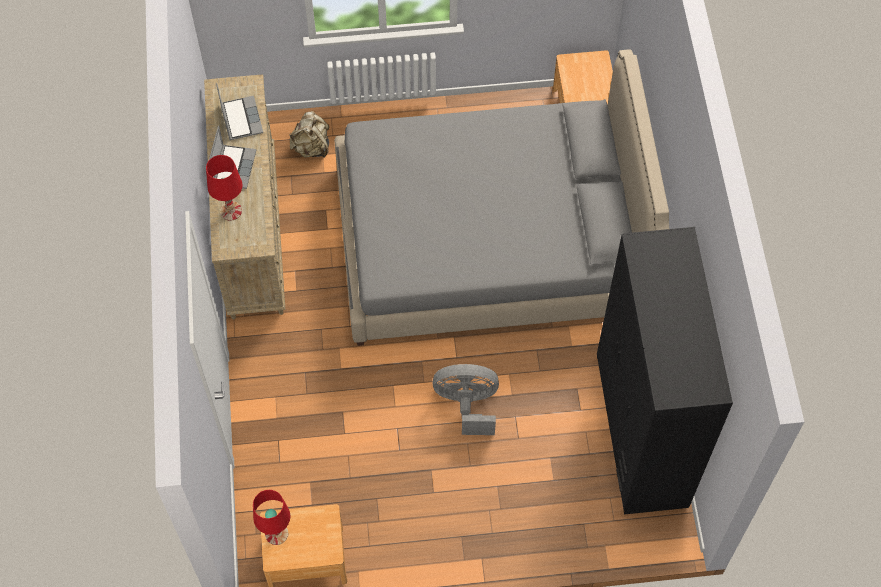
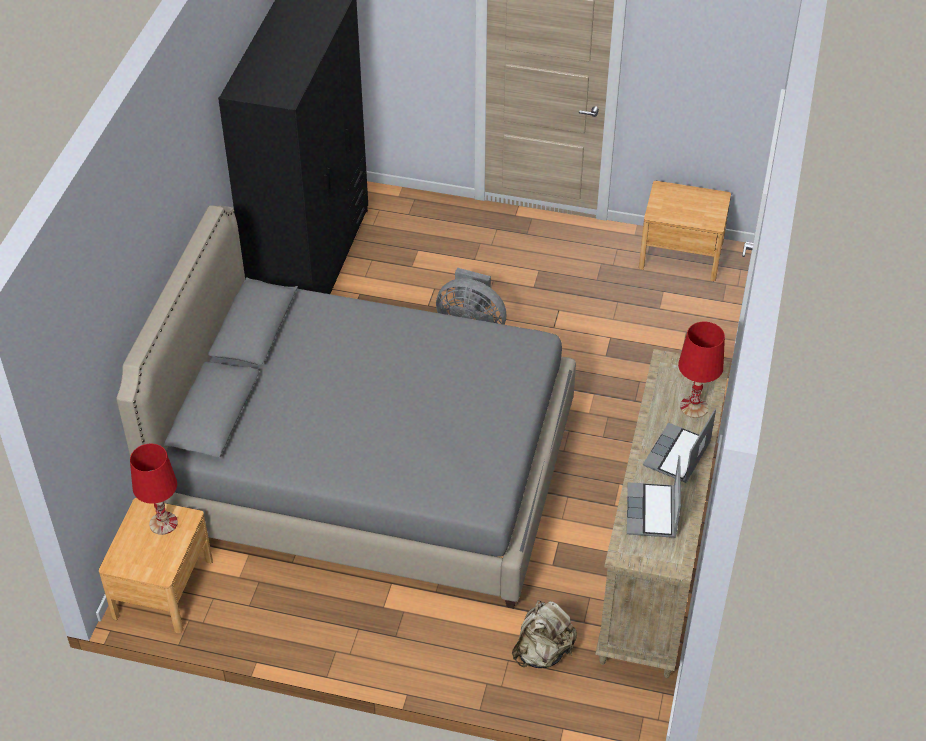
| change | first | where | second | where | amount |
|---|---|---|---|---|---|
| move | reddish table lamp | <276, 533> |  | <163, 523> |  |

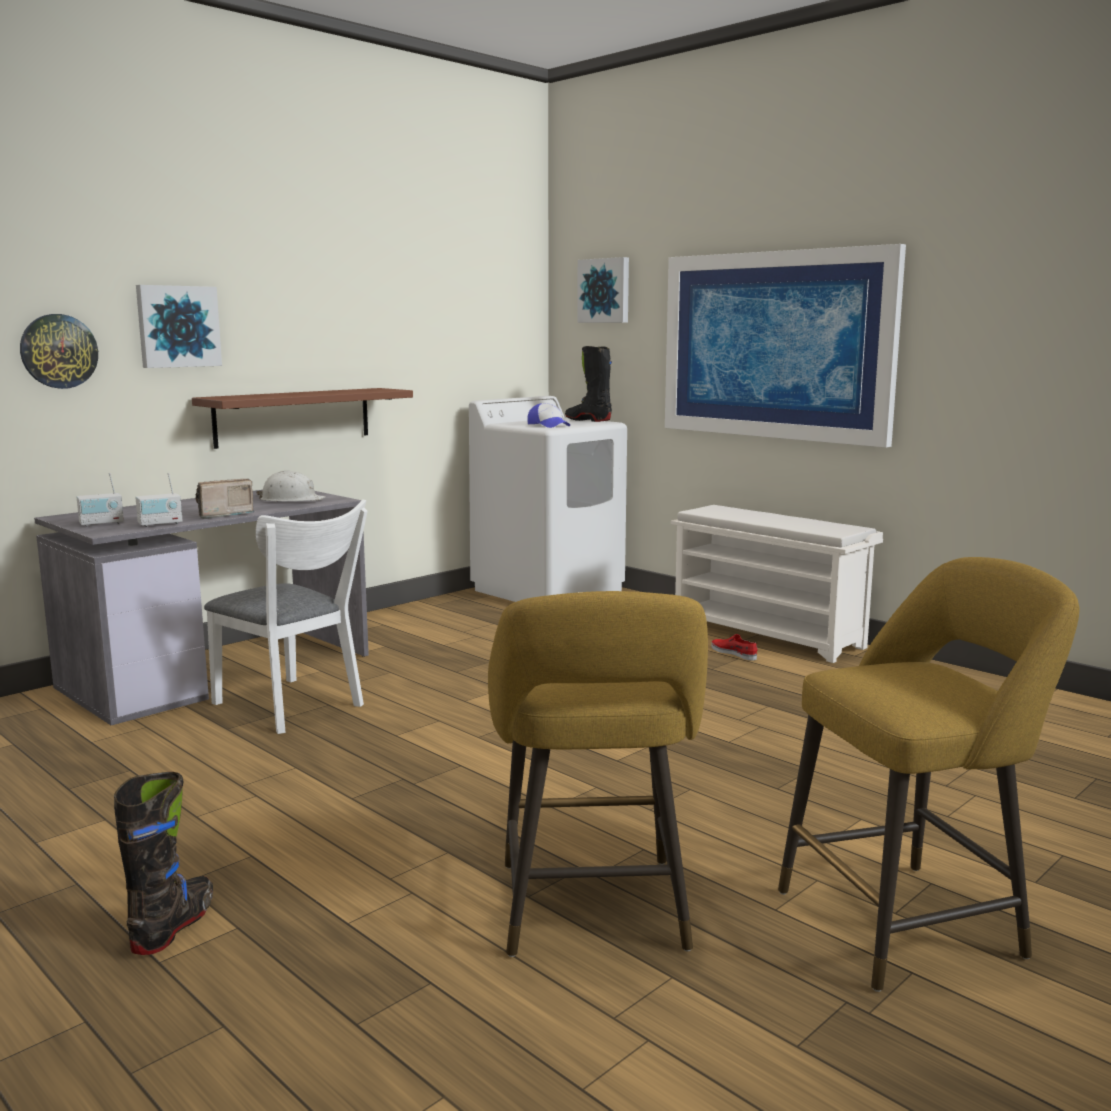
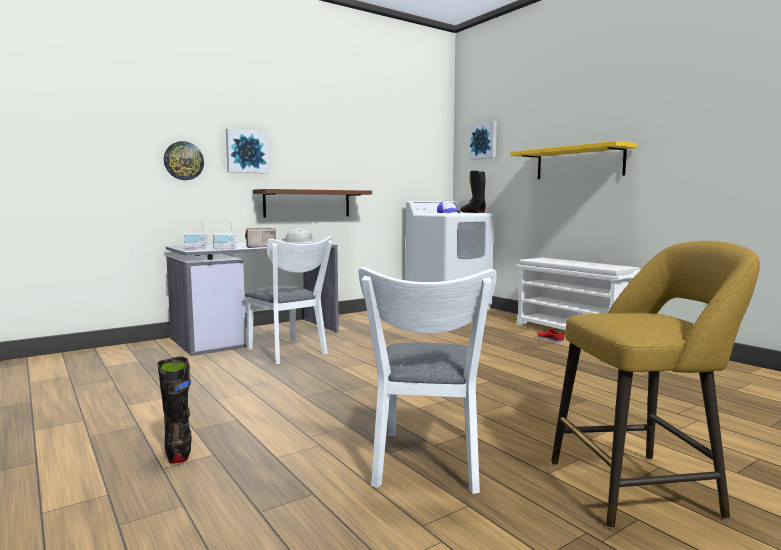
| change | first | where | second | where | amount |
|---|---|---|---|---|---|
| rotate | black high-top boot | <174, 926> |  | <179, 450> | 45 degrees counterclockwise |
| replace | yellowish stool seat | <593, 914> | white-coloured upright chair | <427, 465> |  |
| replace | picture | <775, 345> | yellowish wall shelf | <579, 163> |  |

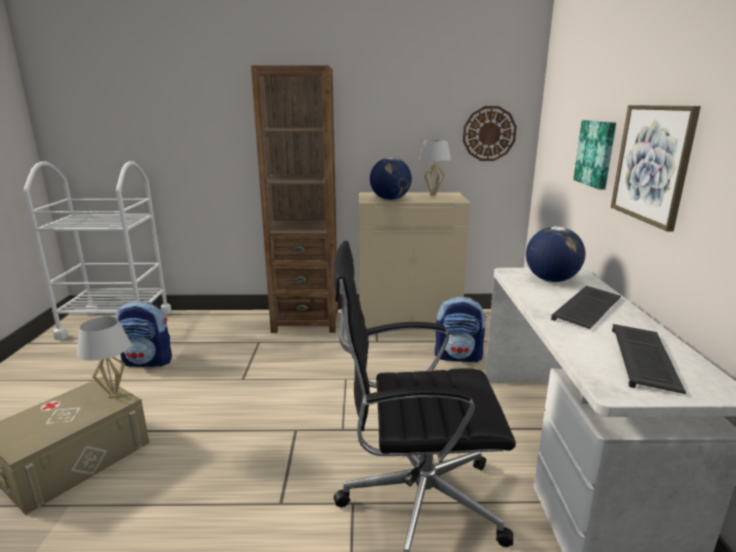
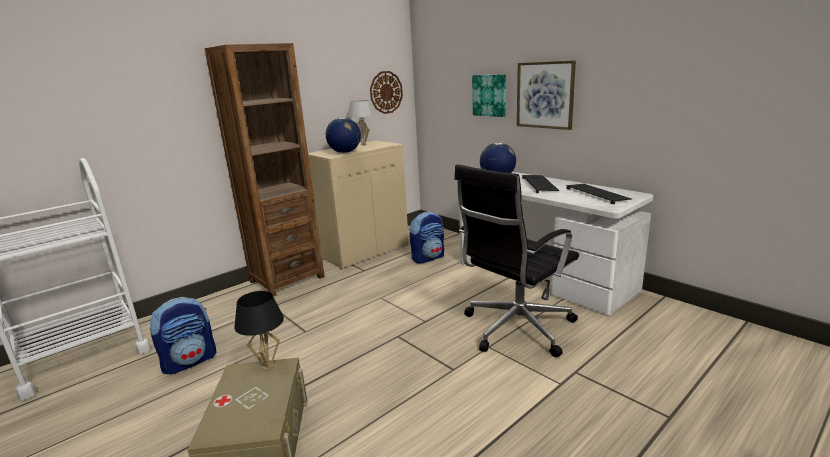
| change | first | where | second | where | amount |
|---|---|---|---|---|---|
| recolor | white-coloured table lamp | <113, 395> | black table lamp | <268, 367> |  |

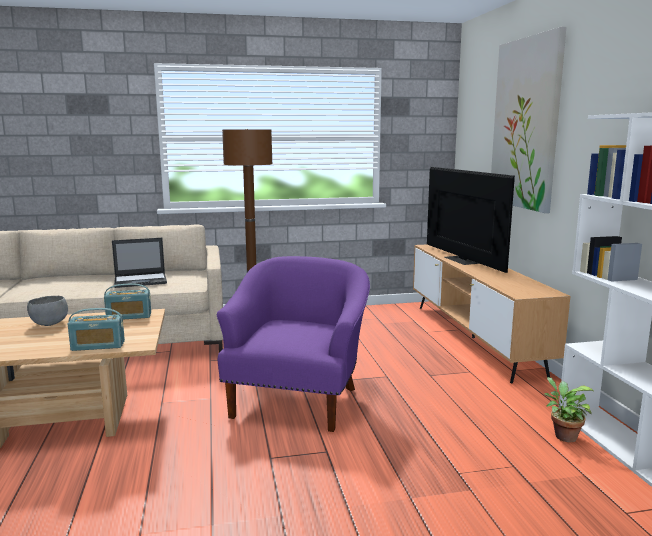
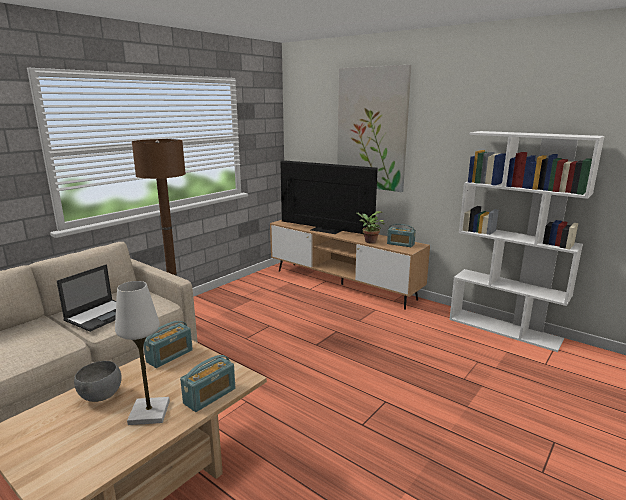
| change | first | where | second | where | amount |
|---|---|---|---|---|---|
| insert |  |  | white-coloured table lamp | <149, 412> |  |
| move | houseplant | <562, 436> |  | <369, 241> |  |
| insert |  |  | radio set | <400, 244> |  |
| delete | purple-coloured easy chair | <298, 400> |  |  |  |

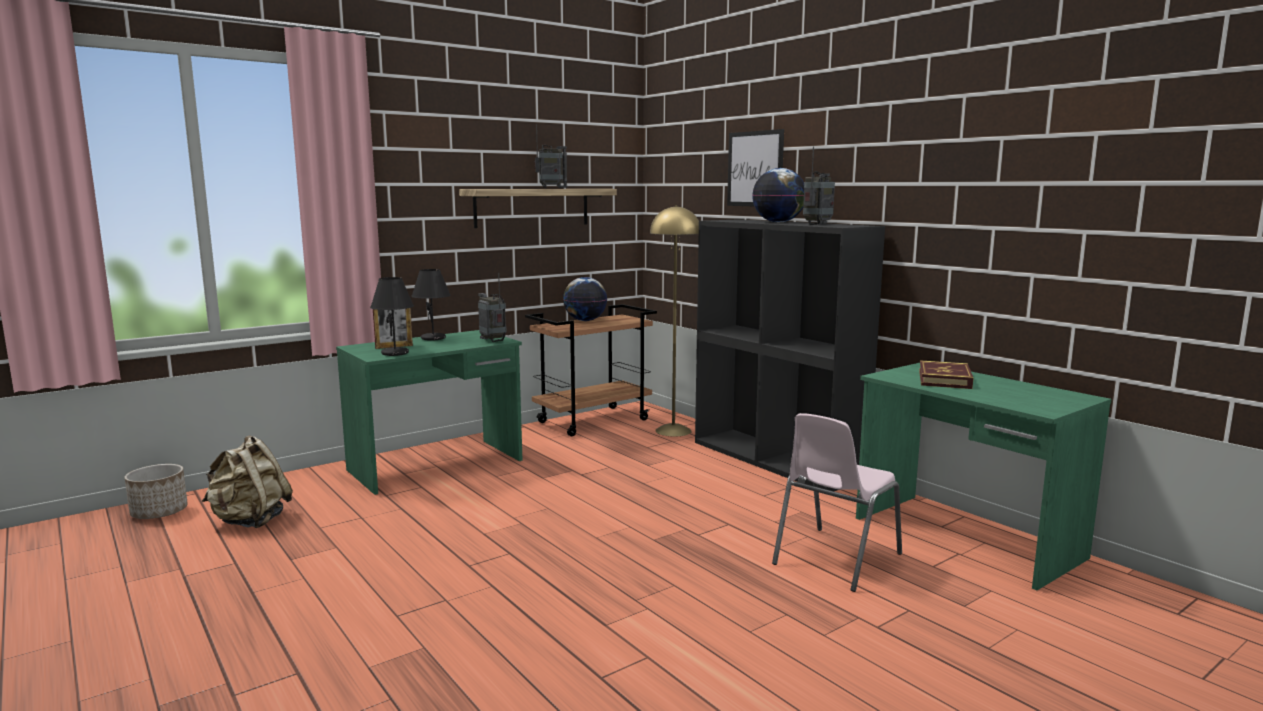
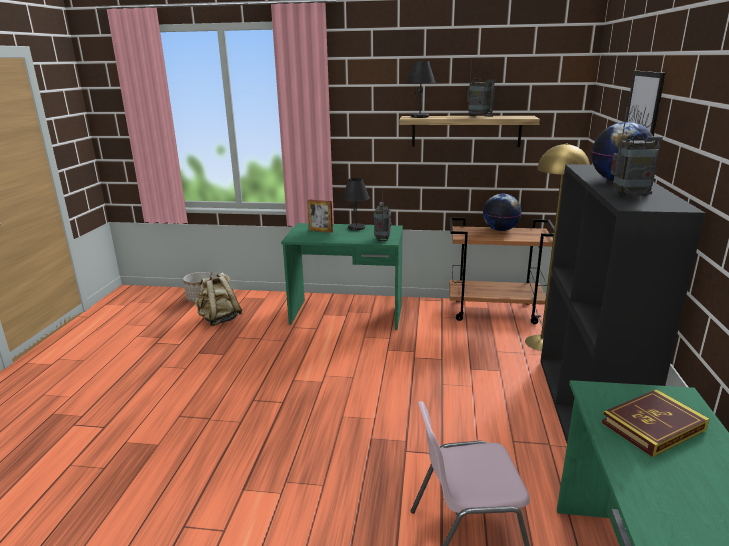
| change | first | where | second | where | amount |
|---|---|---|---|---|---|
| move | black table lamp | <395, 353> |  | <420, 117> |  |

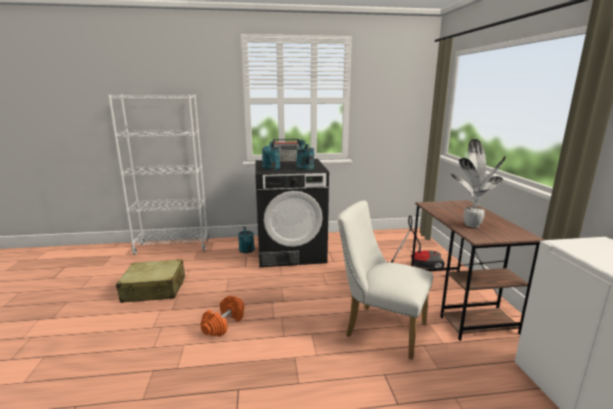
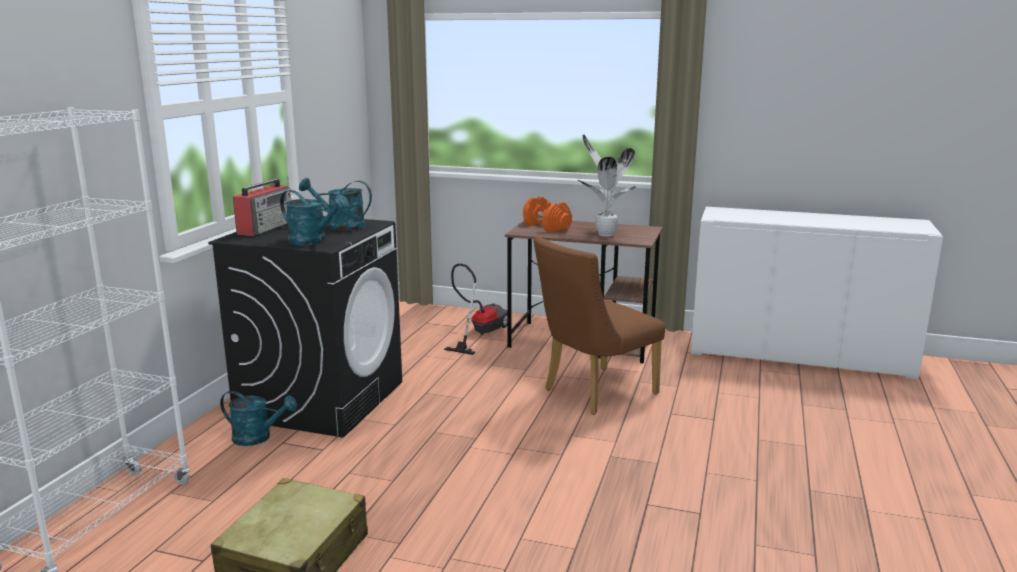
| change | first | where | second | where | amount |
|---|---|---|---|---|---|
| move | orangey free weight | <224, 324> |  | <547, 226> |  |
| recolor | white-coloured upright chair | <380, 328> | brownish upright chair | <593, 393> |  |

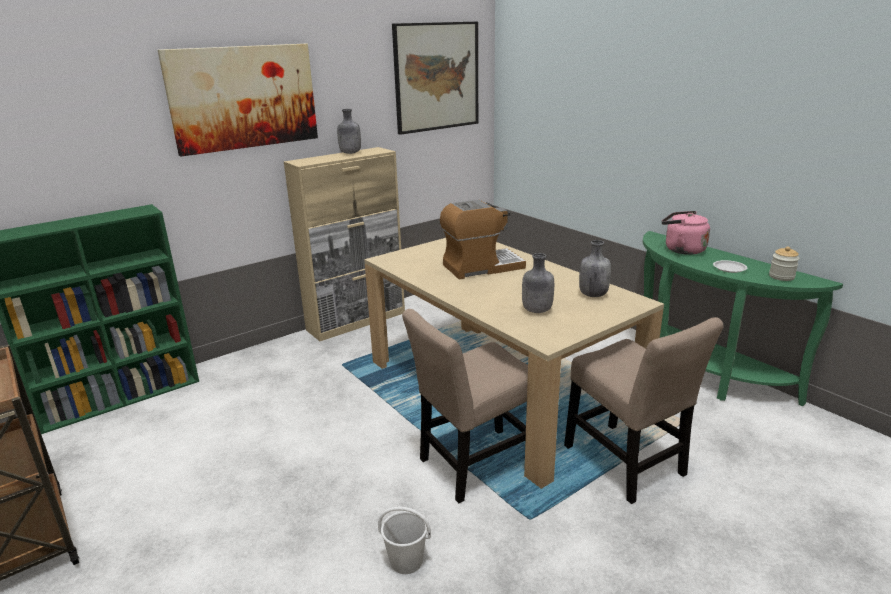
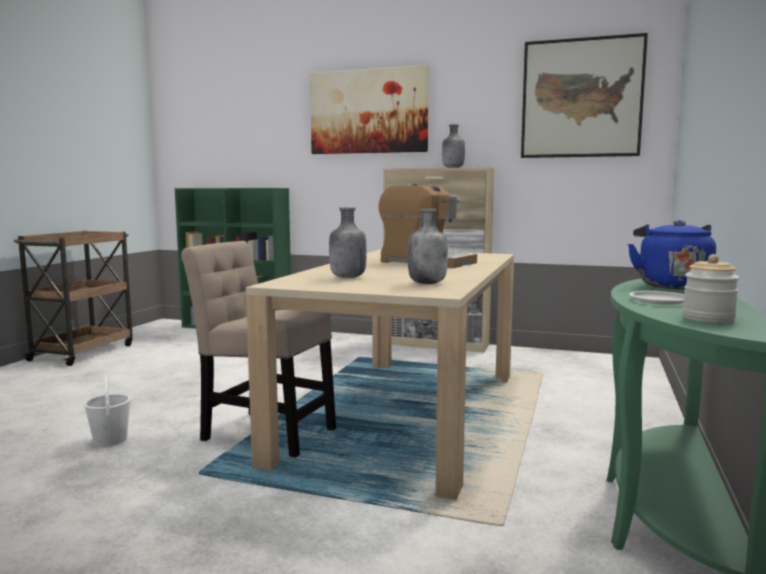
| change | first | where | second | where | amount |
|---|---|---|---|---|---|
| recolor | pink tea kettle | <681, 250> | blue-coloured tea kettle | <671, 285> |  |
| delete | sand-coloured upright chair | <627, 464> |  |  |  |

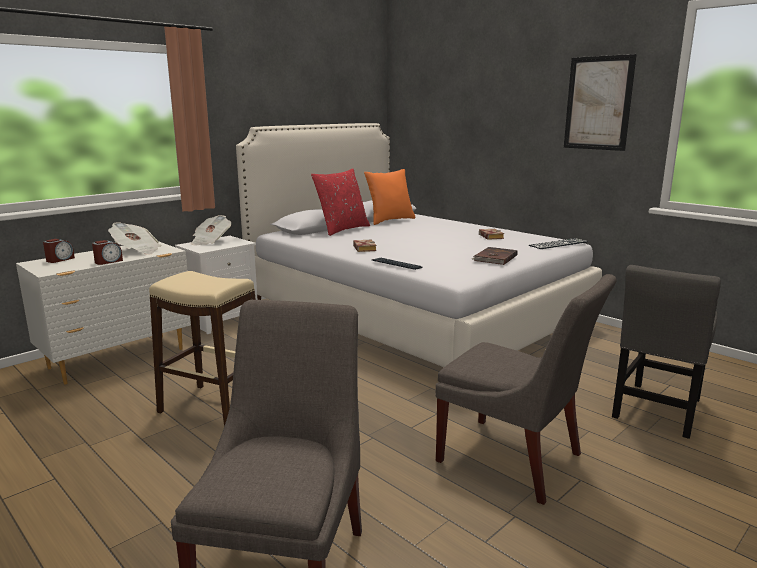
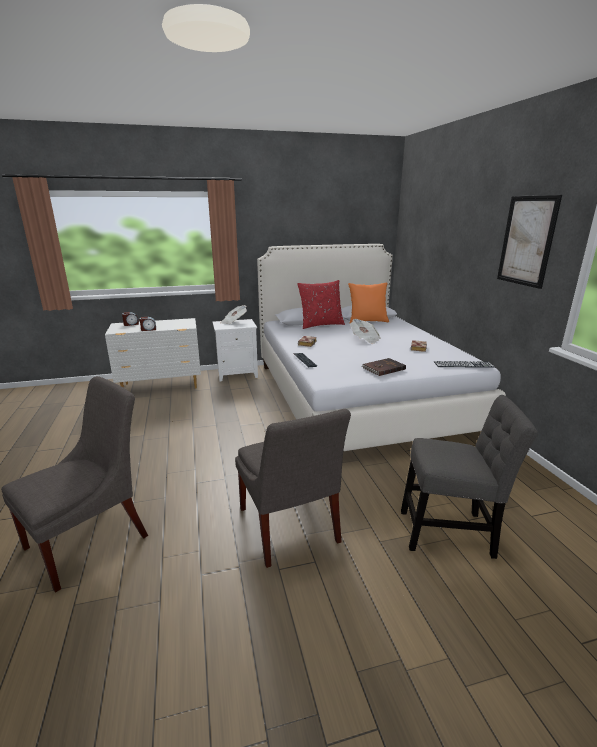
| change | first | where | second | where | amount |
|---|---|---|---|---|---|
| move | printed paper | <137, 251> |  | <365, 339> |  |
| rotate | gray upright chair | <657, 411> |  | <451, 532> | 150 degrees counterclockwise |
| delete | sand-coloured stool seat | <213, 407> |  |  |  |

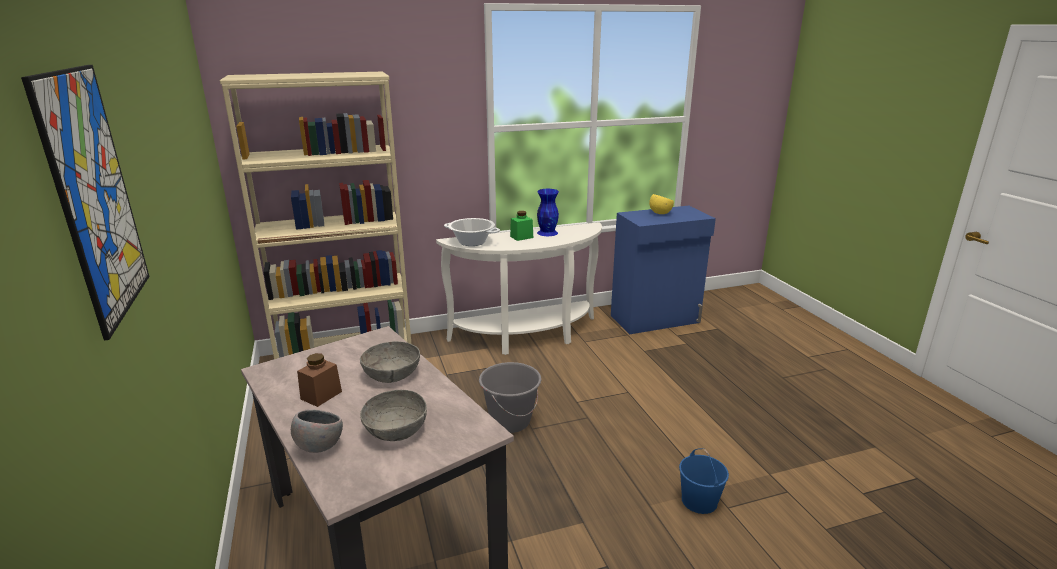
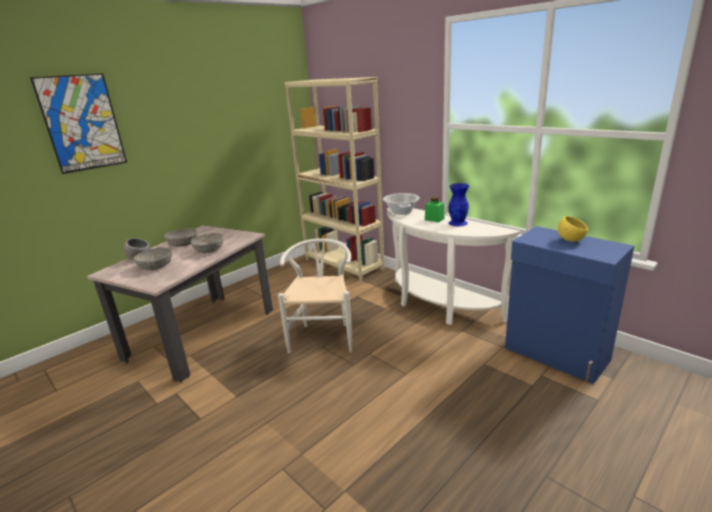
| change | first | where | second | where | amount |
|---|---|---|---|---|---|
| replace | brownish preserve jar | <321, 395> | gray serving bowl | <183, 244> |  |
| replace | gray pail | <510, 421> | white-coloured upright chair | <323, 335> |  |
| delete | blue-coloured pail | <698, 500> |  |  |  |

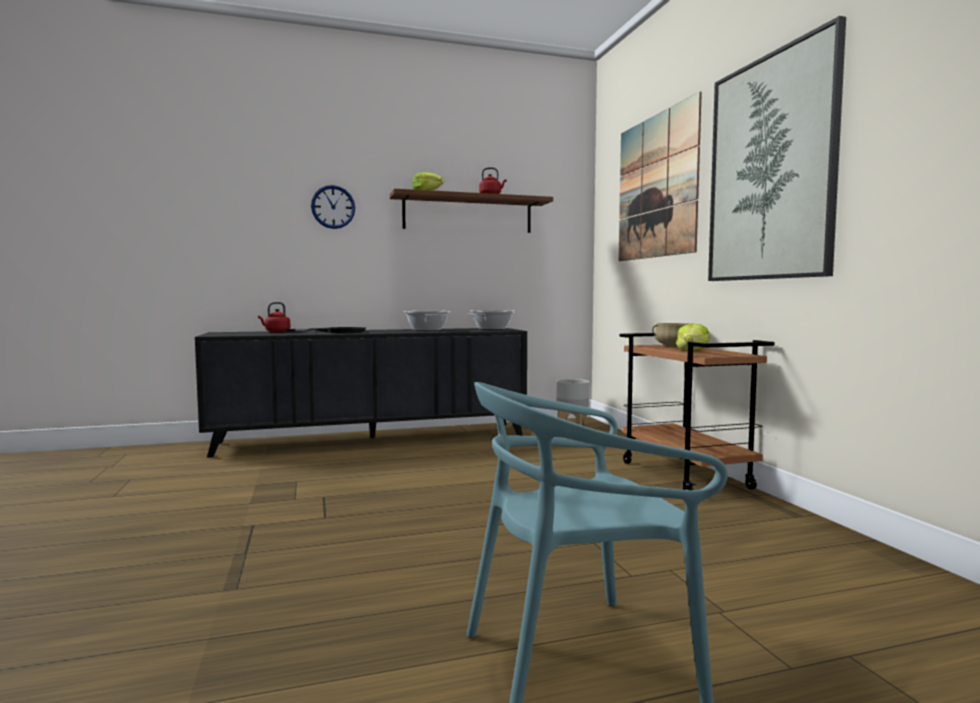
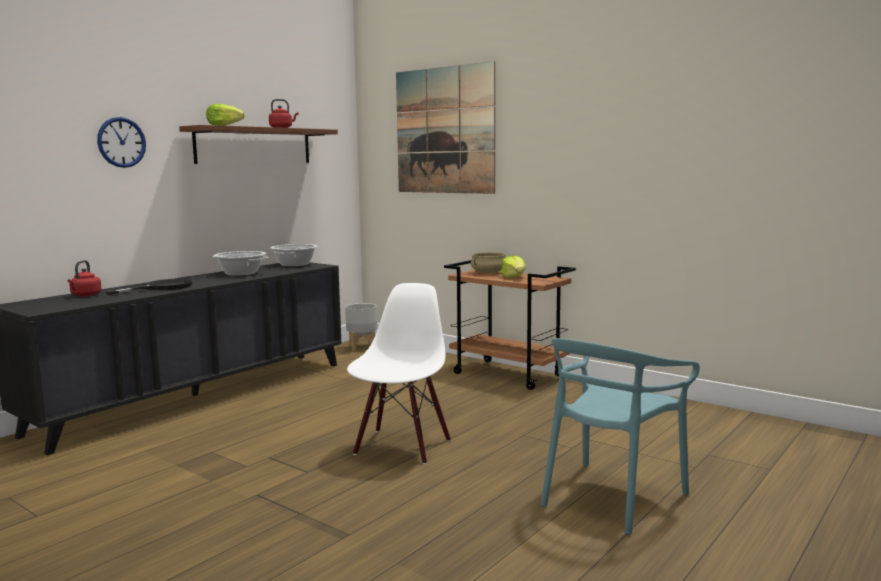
| change | first | where | second | where | amount |
|---|---|---|---|---|---|
| insert |  |  | white-coloured upright chair | <401, 446> |  |
| delete | picture | <770, 168> |  |  |  |

